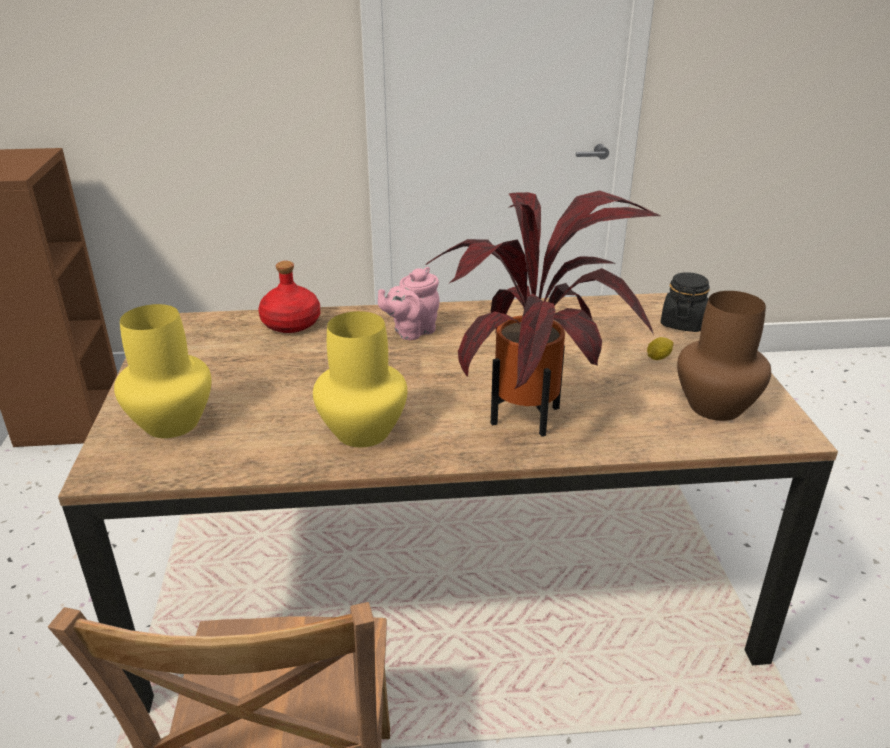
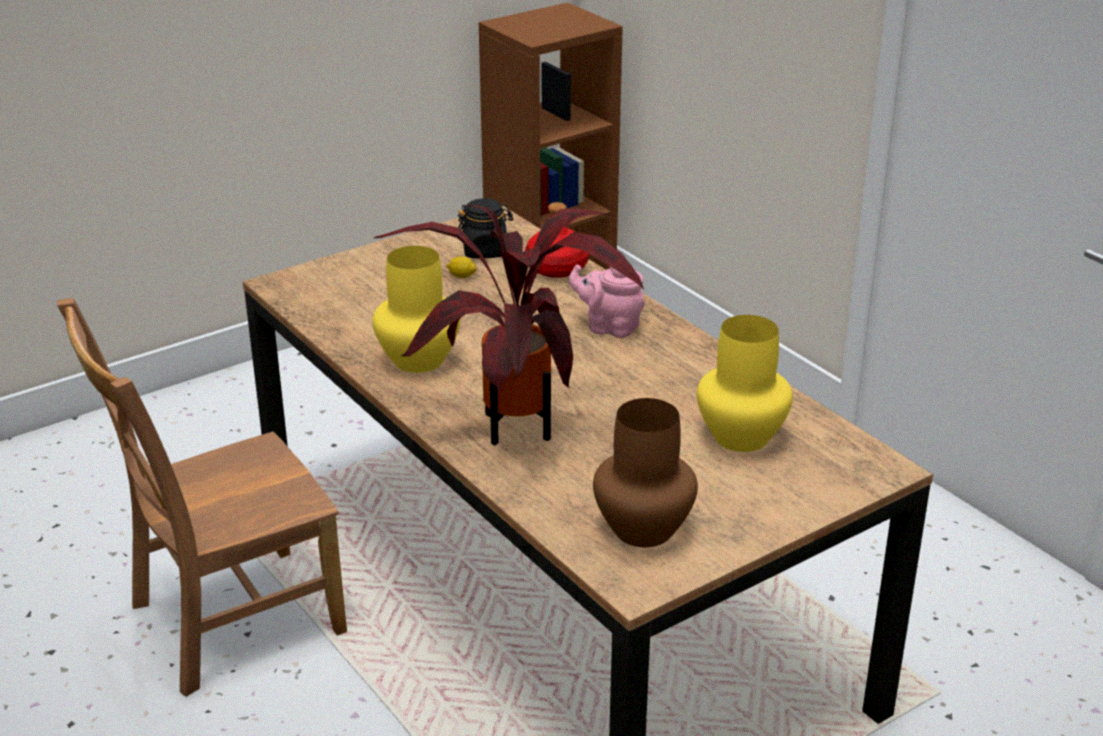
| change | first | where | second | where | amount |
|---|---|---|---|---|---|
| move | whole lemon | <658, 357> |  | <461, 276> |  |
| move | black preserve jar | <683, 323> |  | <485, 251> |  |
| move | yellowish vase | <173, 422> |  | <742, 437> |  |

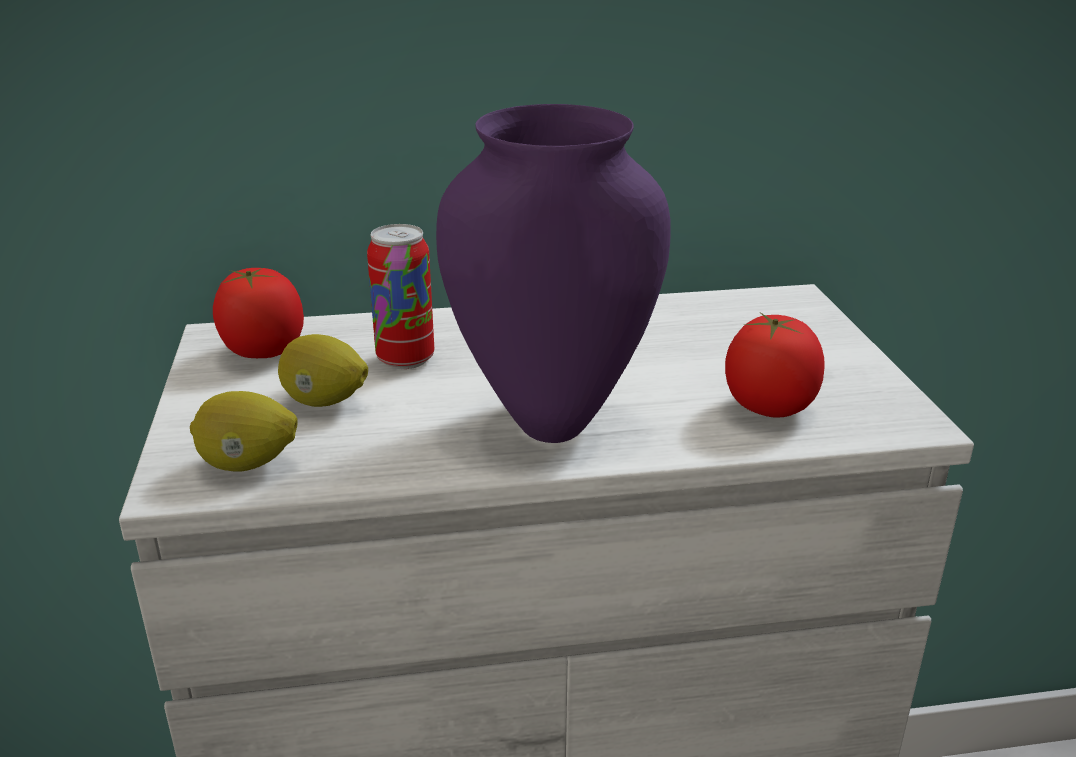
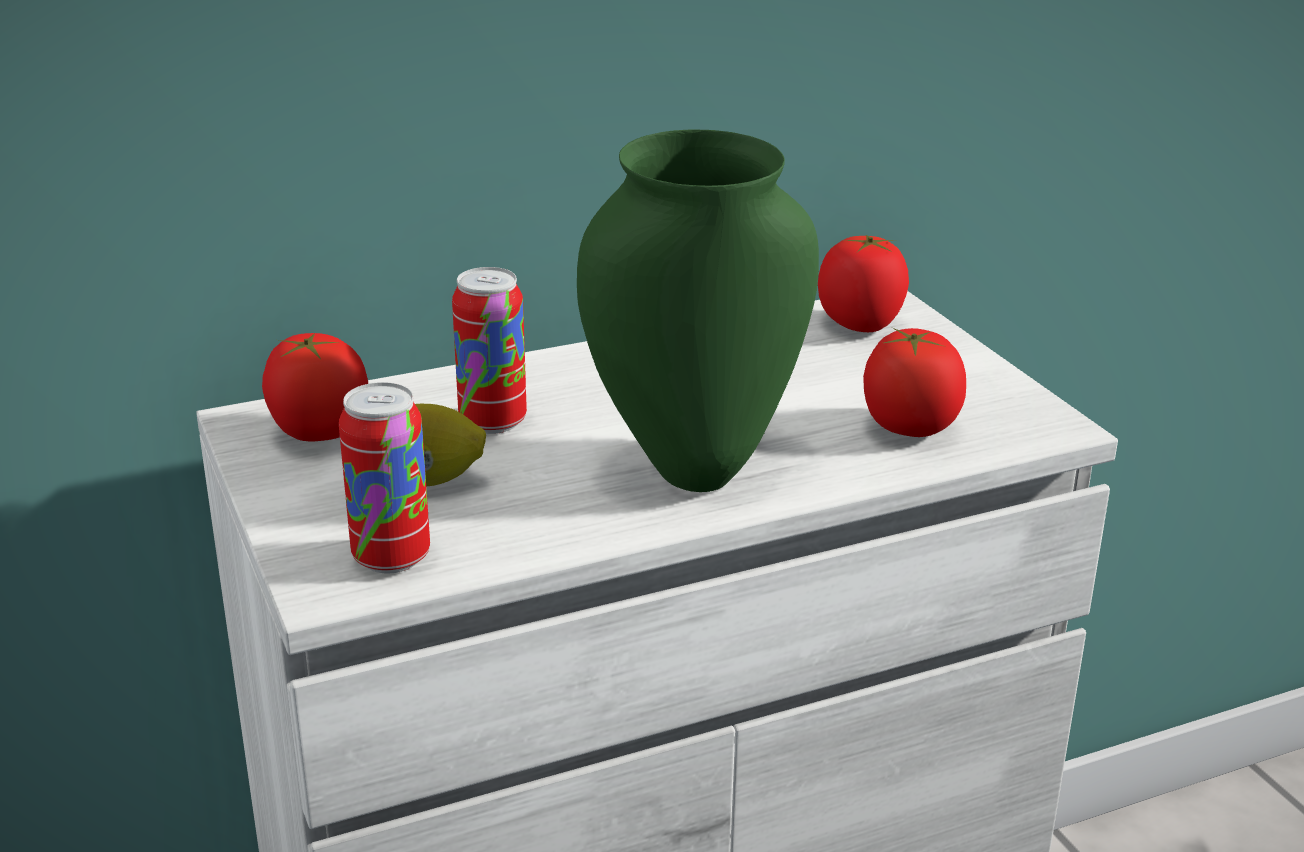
| change | first | where | second | where | amount |
|---|---|---|---|---|---|
| replace | whole lemon | <247, 464> | metal can | <391, 557> |  |
| recolor | purple-coloured vase | <552, 419> | greenish vase | <693, 467> |  |
| insert |  |  | tomato | <861, 324> |  |

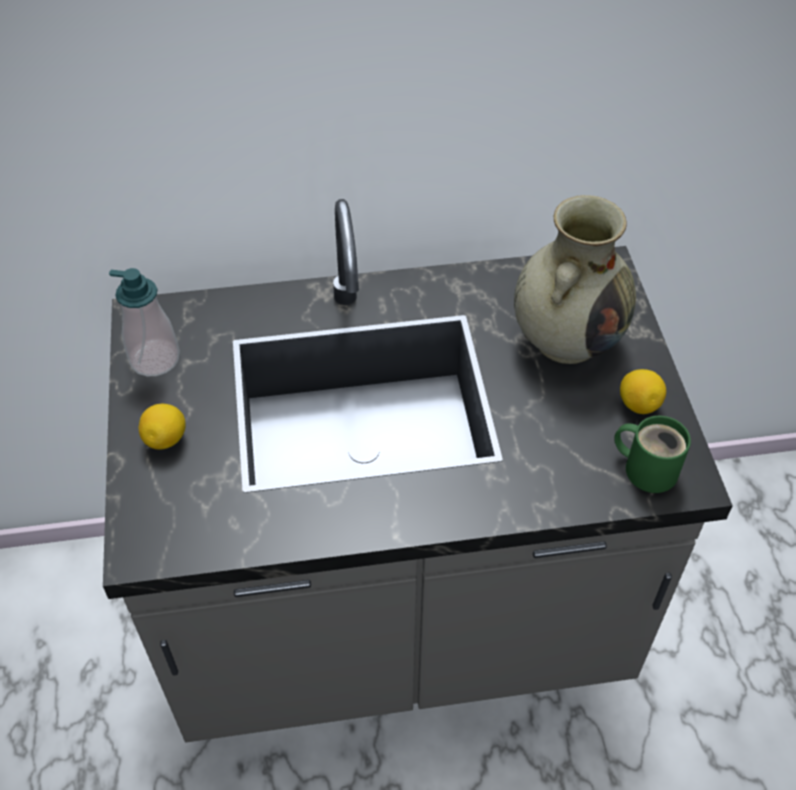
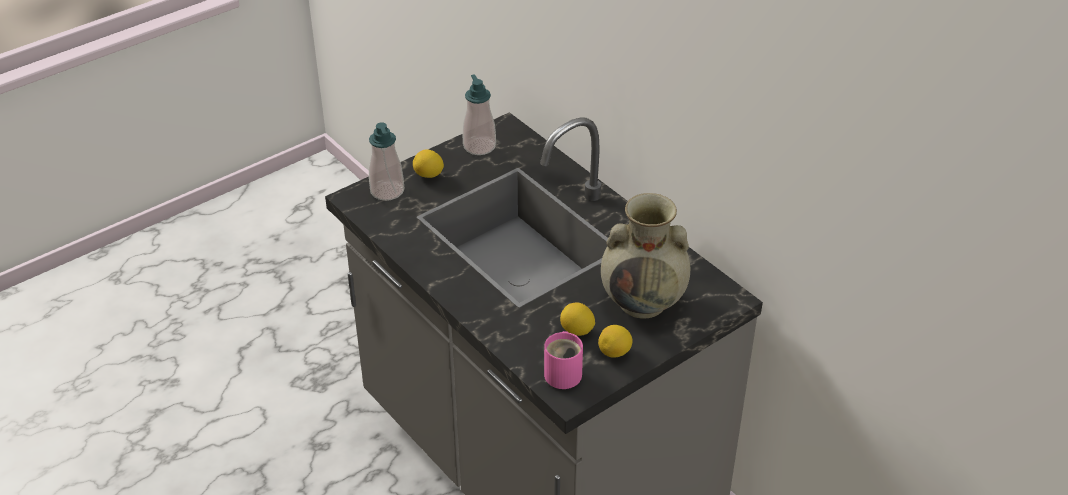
| change | first | where | second | where | amount |
|---|---|---|---|---|---|
| insert |  |  | soap bottle | <387, 191> |  |
| recolor | greenish mug | <647, 467> | pink mug | <564, 372> |  |
| insert |  |  | whole lemon | <577, 331> |  |

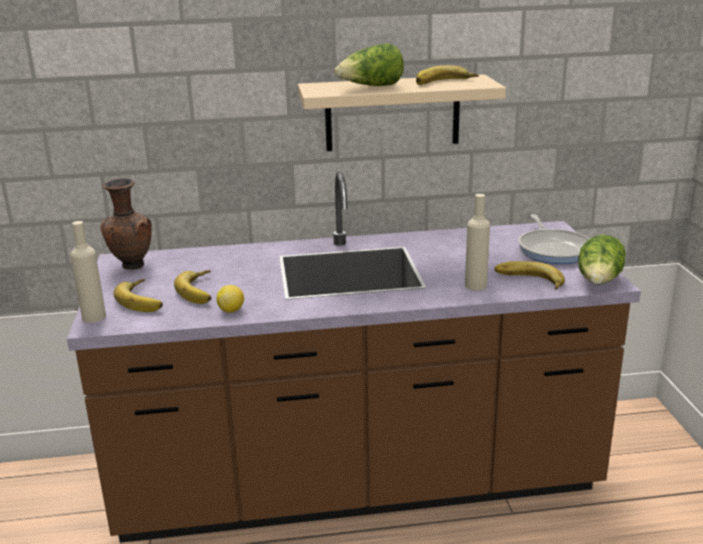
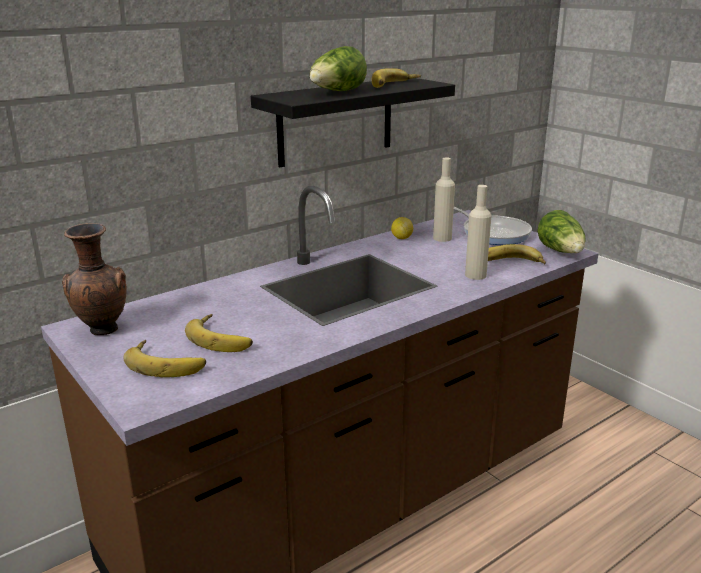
| change | first | where | second | where | amount |
|---|---|---|---|---|---|
| recolor | sand-coloured wall shelf | <392, 113> | black wall shelf | <336, 121> |  |
| move | whole lemon | <231, 310> |  | <401, 238> |  |
| move | sand-coloured beverage bottle | <94, 317> |  | <442, 238> |  |

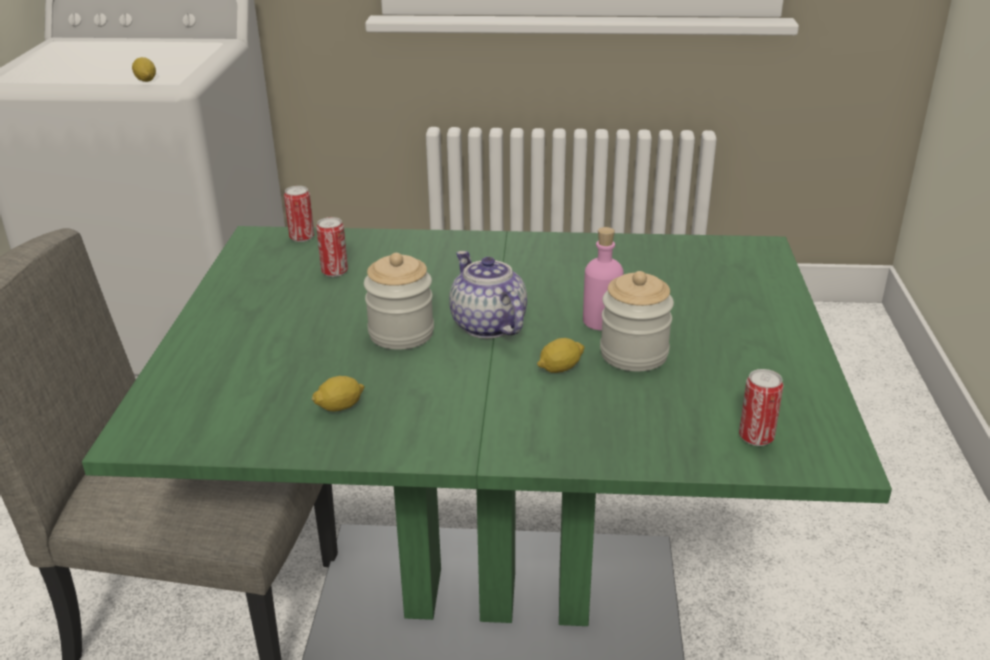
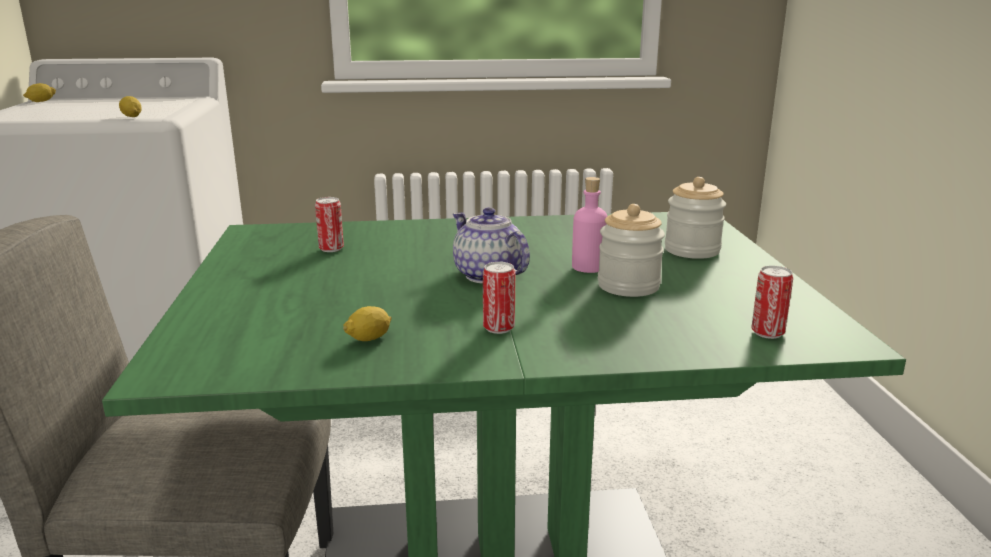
| change | first | where | second | where | amount |
|---|---|---|---|---|---|
| move | whole lemon | <560, 368> |  | <41, 101> |  |
| move | metal can | <302, 237> |  | <498, 328> |  |
| move | preserve jar | <401, 333> |  | <692, 250> |  |

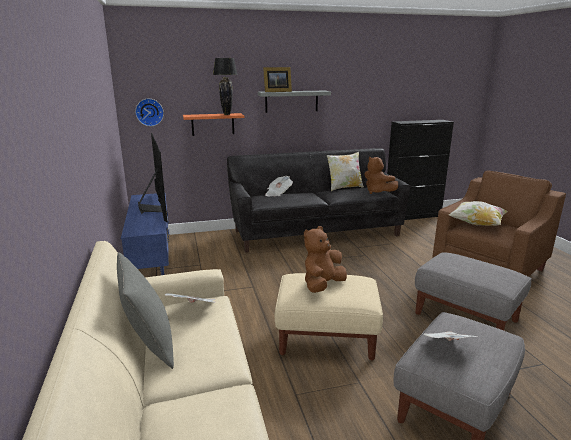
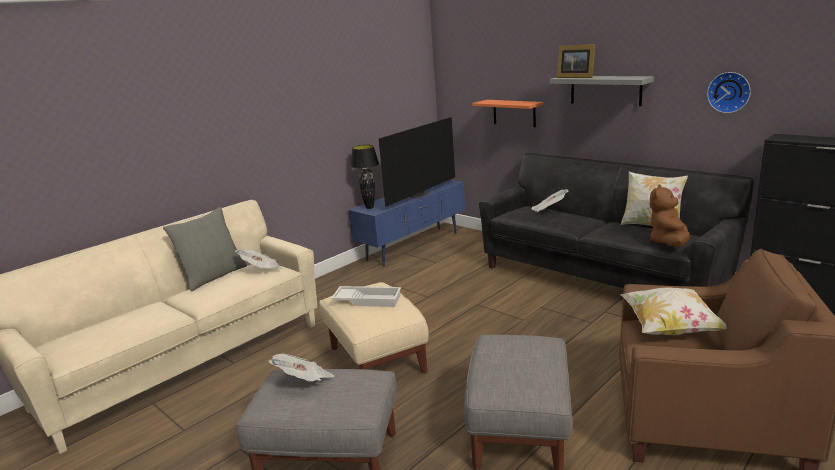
| change | first | where | second | where | amount |
|---|---|---|---|---|---|
| replace | brownish soft toy | <322, 285> | white-coloured carrying tray | <368, 300> |  |
| move | black table lamp | <227, 114> |  | <370, 207> |  |
| move | wall clock | <149, 112> |  | <729, 92> |  |

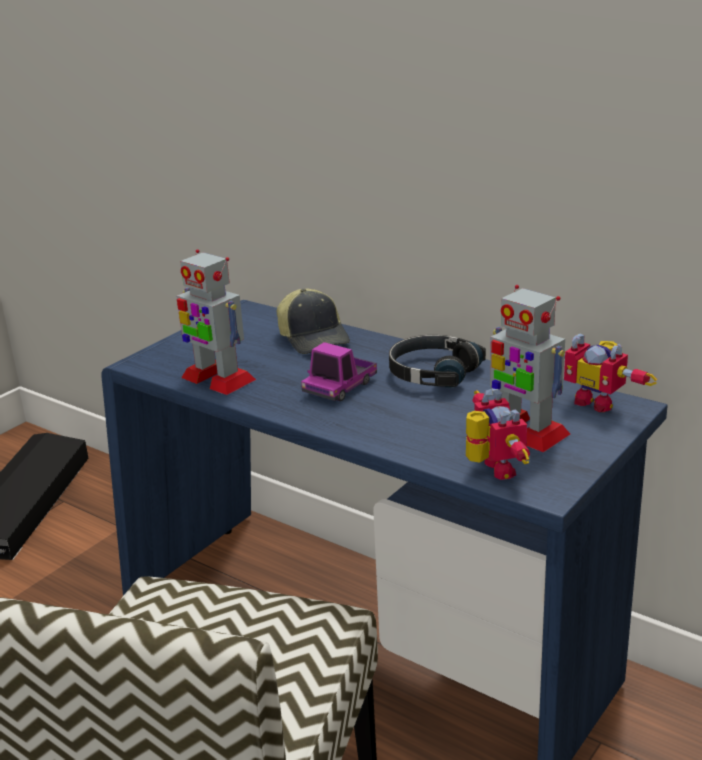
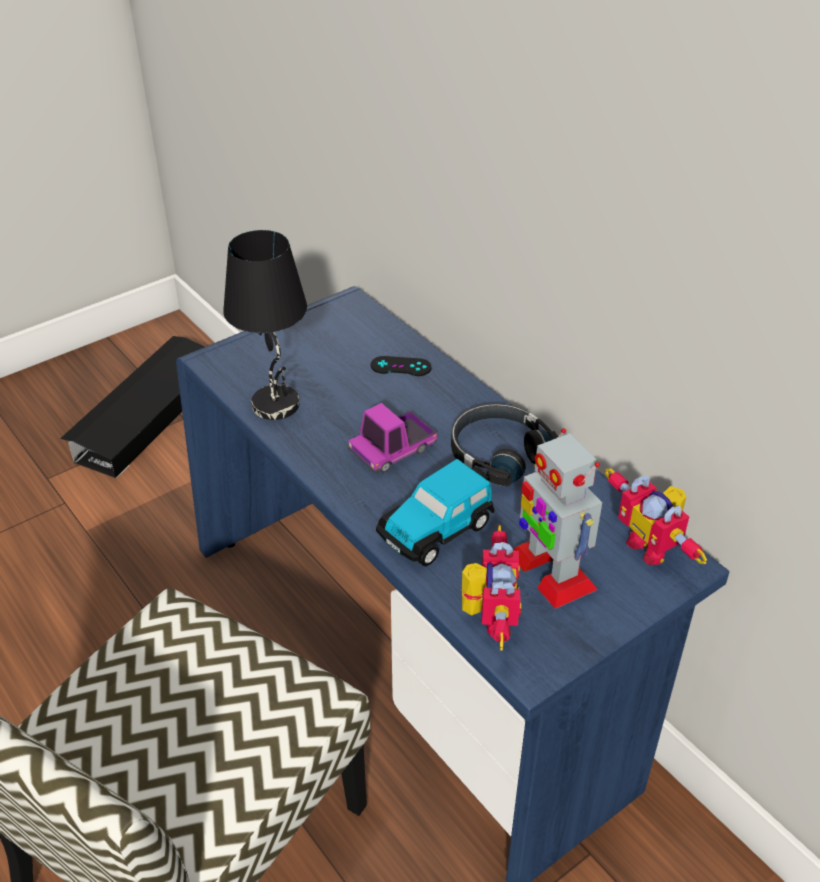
| change | first | where | second | where | amount |
|---|---|---|---|---|---|
| replace | toy robot | <217, 379> | black table lamp | <277, 405> |  |
| replace | baseball cap | <314, 338> | black game controller | <401, 366> |  |
| insert |  |  | miniature car | <437, 528> |  |

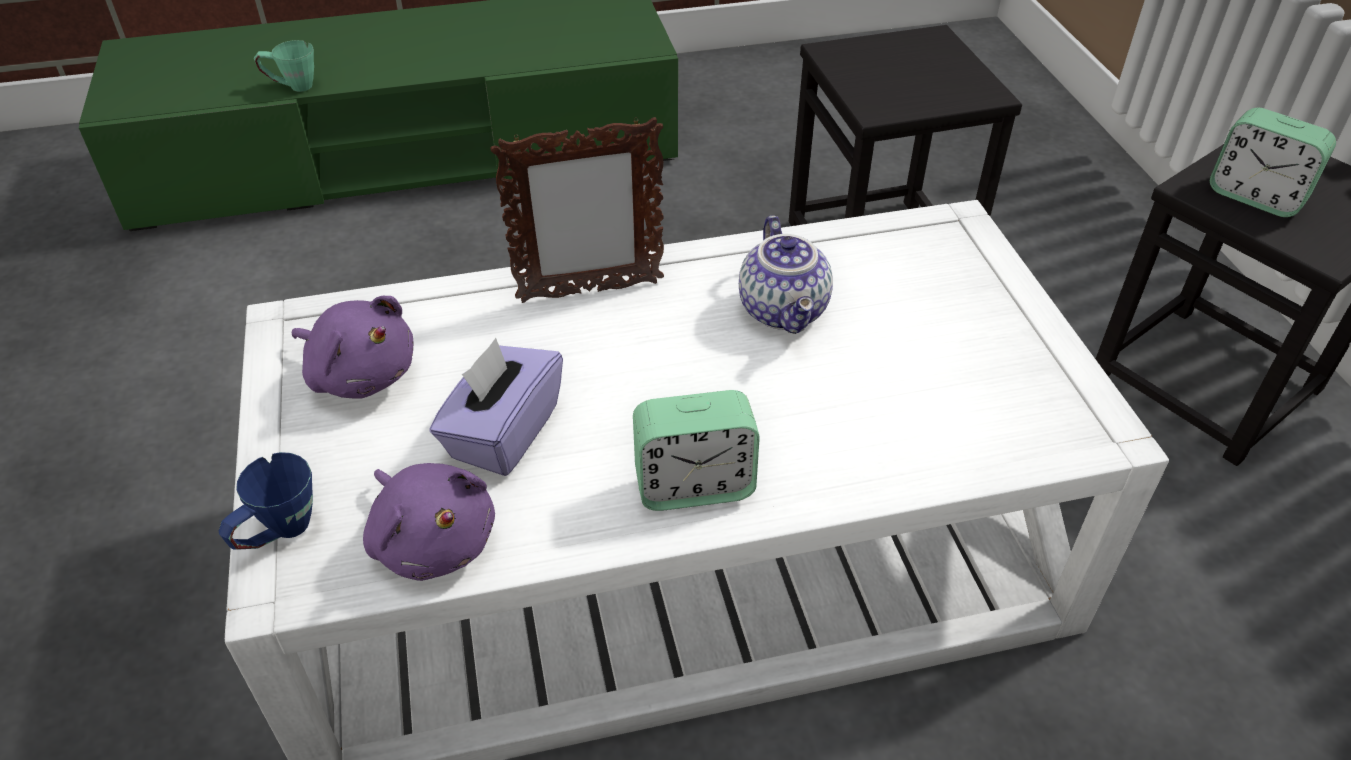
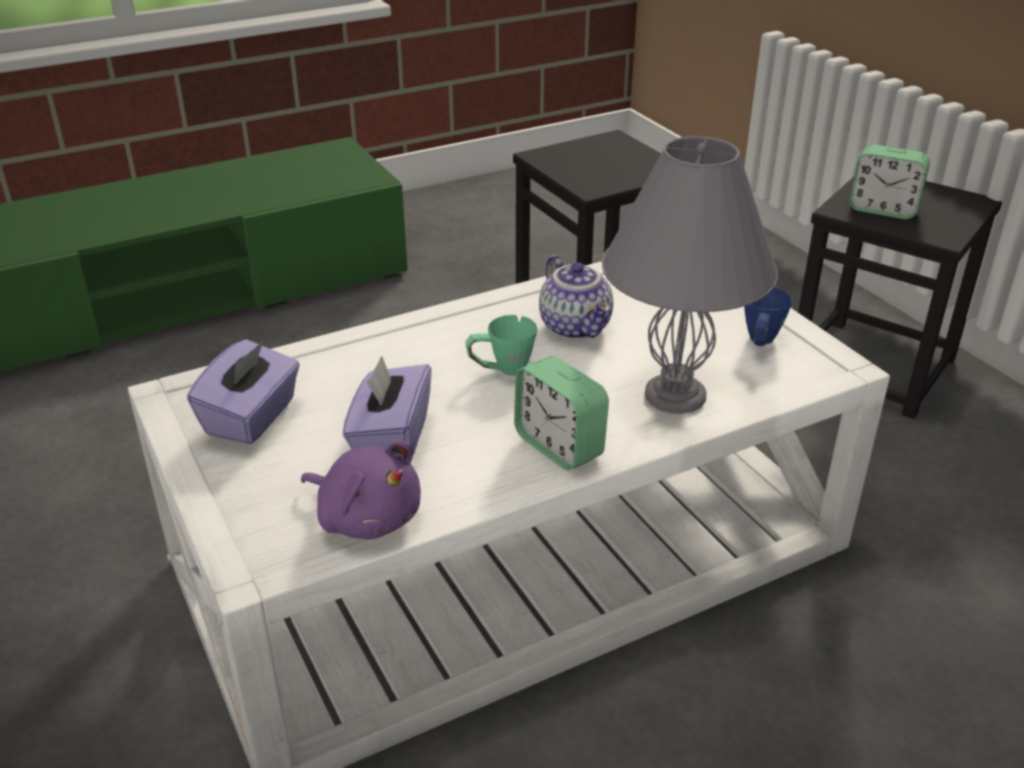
| change | first | where | second | where | amount |
|---|---|---|---|---|---|
| replace | purple-coloured soft toy | <360, 373> | purple-coloured tissue holder | <252, 417> |  |
| move | greenish mug | <292, 87> |  | <501, 371> |  |
| rotate | bedside clock | <694, 485> |  | <559, 446> | 75 degrees clockwise |
| insert |  |  | gray table lamp | <675, 396> |  |
| move | blue-coloured mug | <279, 536> |  | <760, 344> |  |
| delete | standing frame | <588, 291> |  |  |  |

